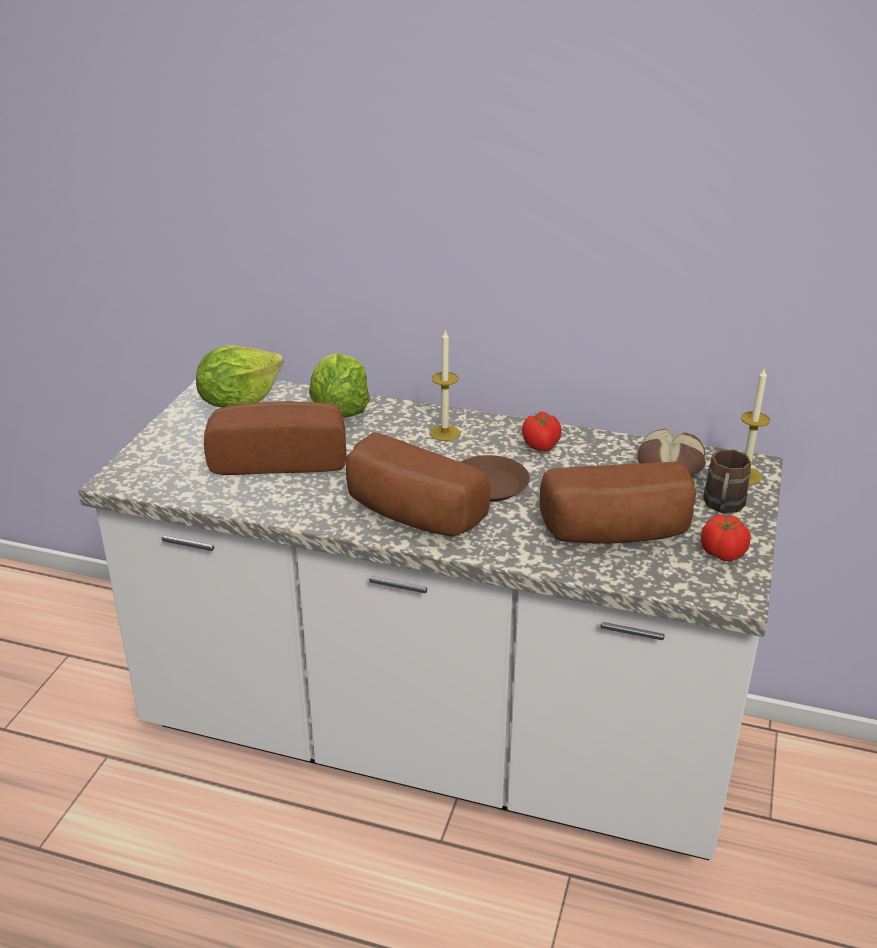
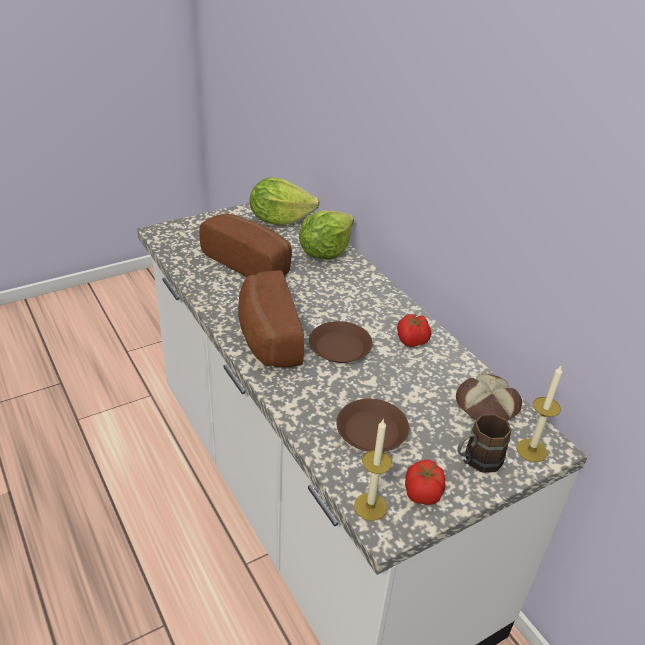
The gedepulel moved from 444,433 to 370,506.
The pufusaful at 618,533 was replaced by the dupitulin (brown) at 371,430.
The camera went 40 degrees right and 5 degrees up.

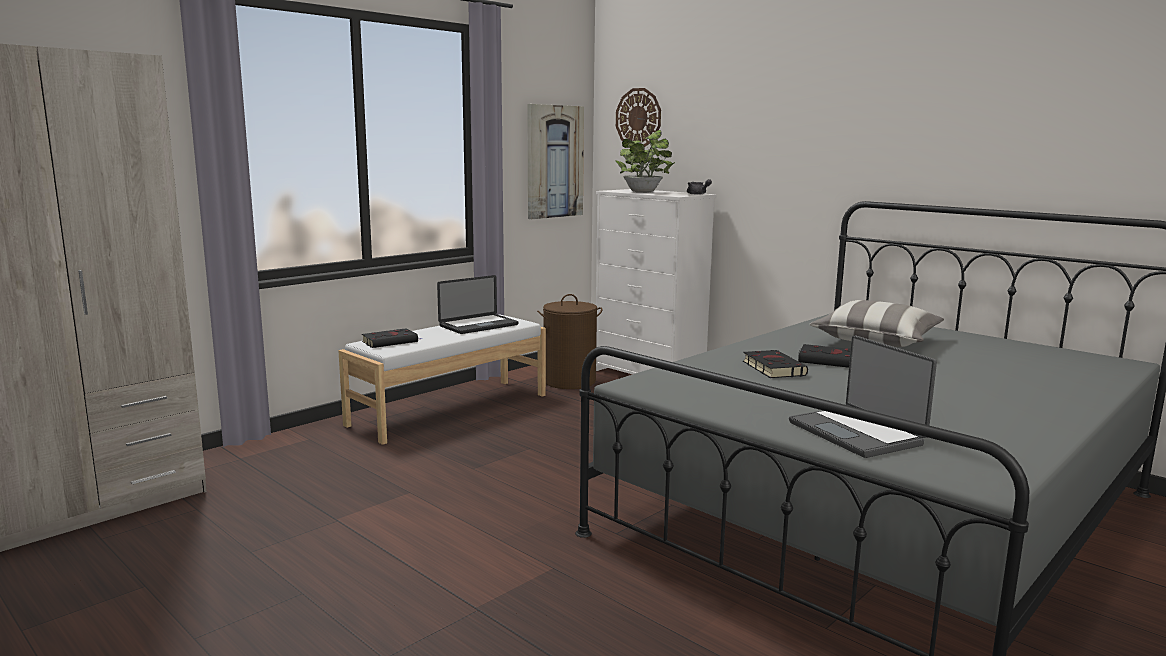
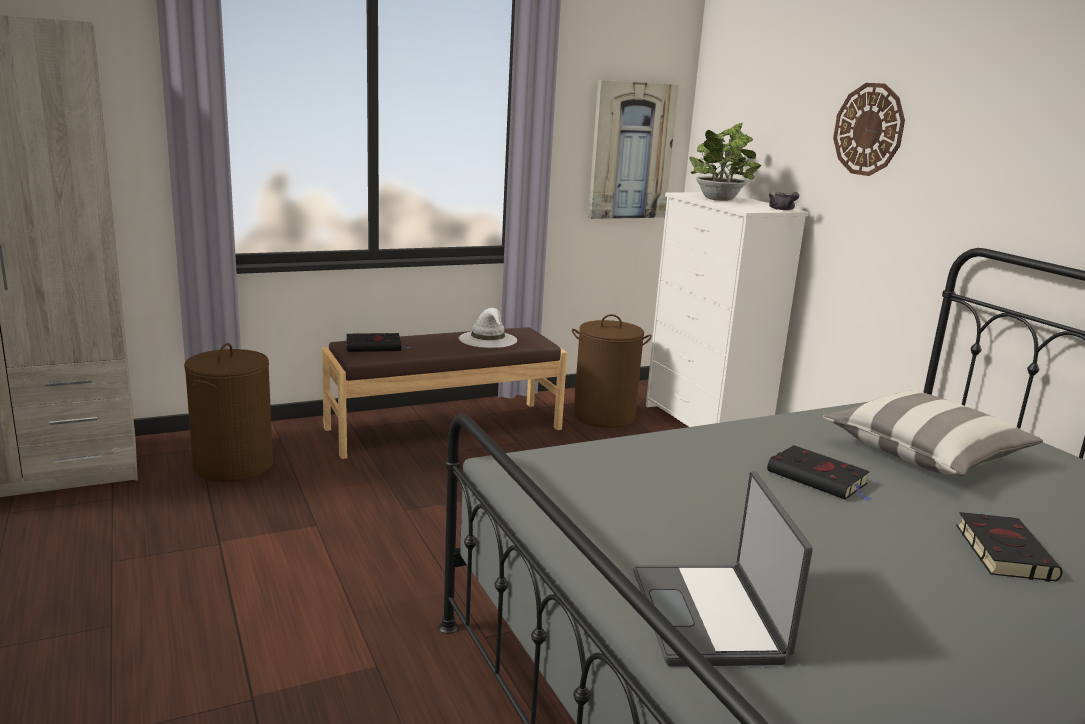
The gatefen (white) at 449,409 became the gatefen (brown) at 444,428.
The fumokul at 478,325 was replaced by the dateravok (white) at 488,339.
The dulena moved from 638,118 to 868,129.
The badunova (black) moved from 772,368 to 1002,551.
The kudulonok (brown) at 233,465 appeared.
The camera went 20 degrees right and 5 degrees up.

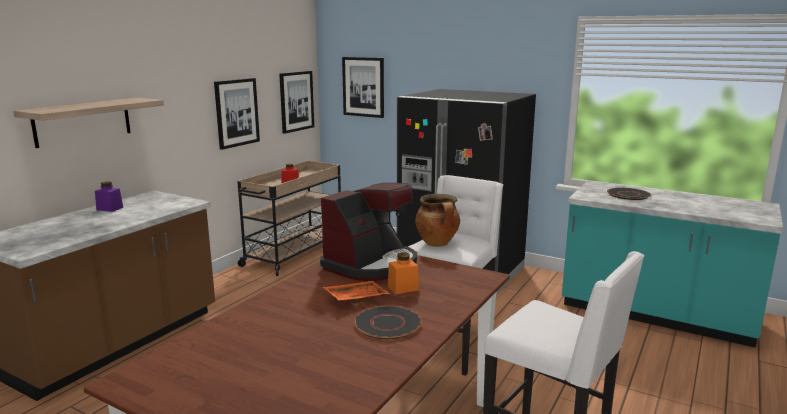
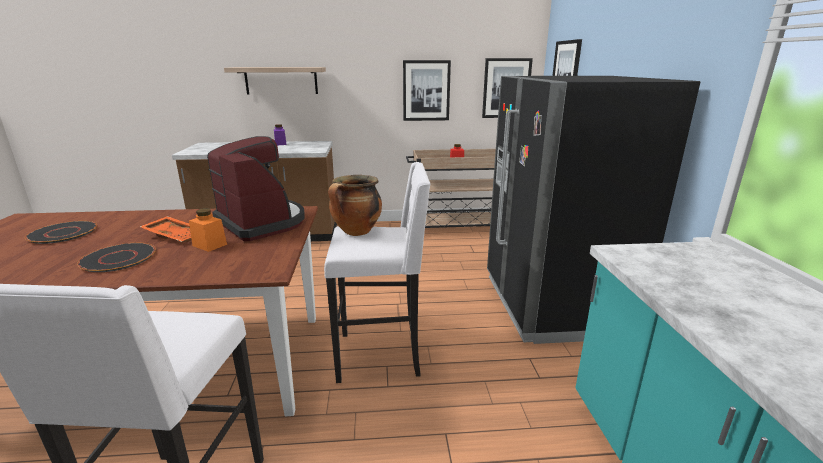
The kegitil at 371,264 turned 135 degrees counterclockwise.
The dupitulin (black) moved from 628,194 to 63,233.
The camera went 55 degrees right and 5 degrees up.

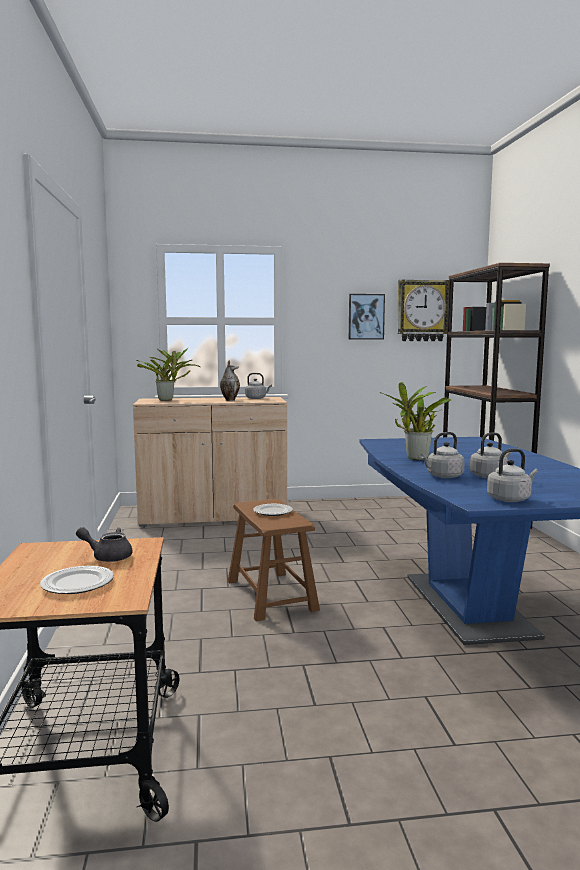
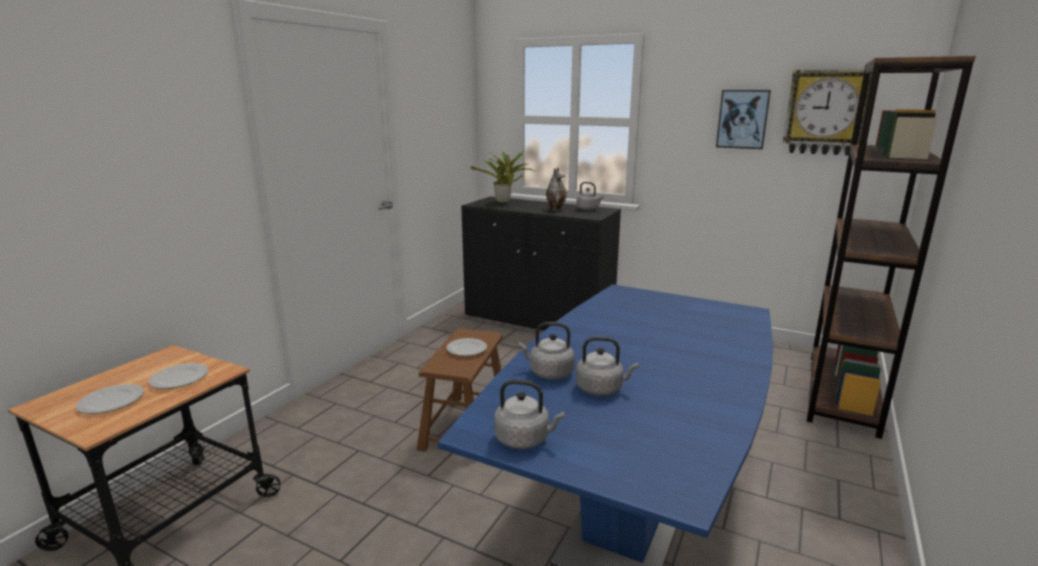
The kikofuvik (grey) at 108,556 was replaced by the dupitulin at 179,379.
The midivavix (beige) at 213,516 became the midivavix (black) at 538,320.
The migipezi at 415,459 disappeared.
The camera went 35 degrees right and 10 degrees up.

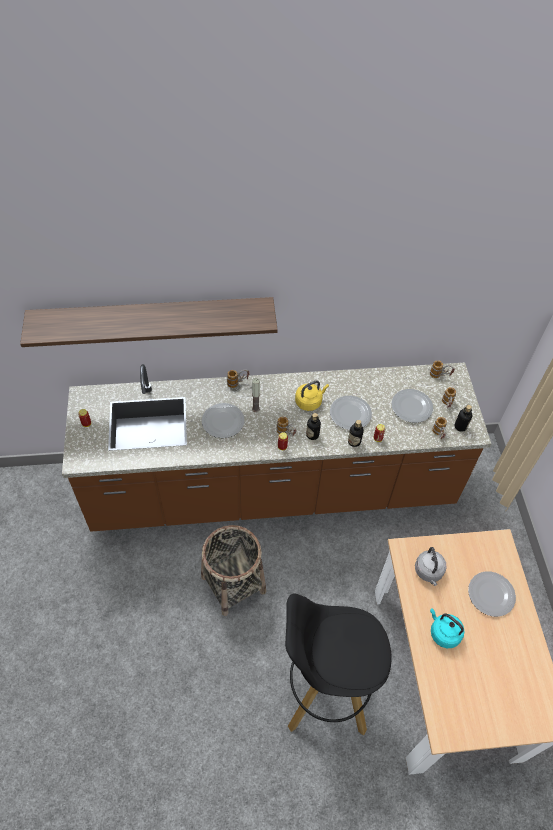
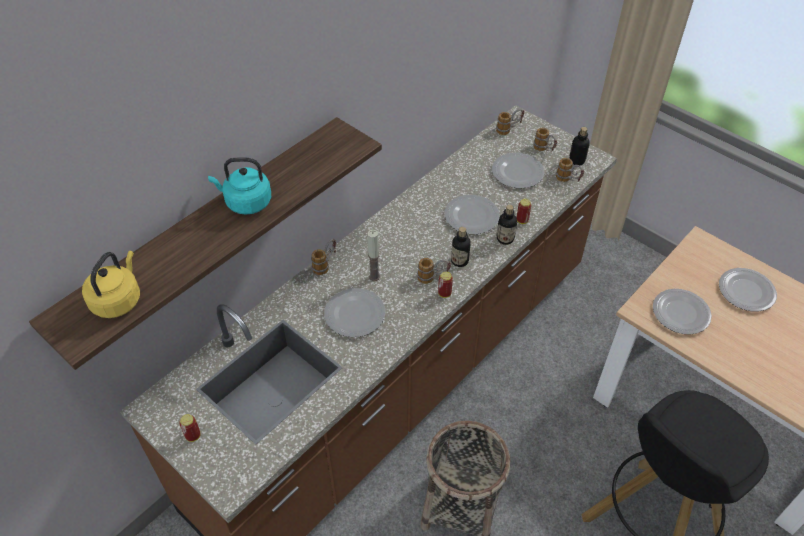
The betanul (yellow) moved from 309,402 to 118,300.
The betanul (grey) at 428,572 was replaced by the dupitulin at 681,313.
The betanul (turquoise) moved from 443,633 to 246,202.
The camera went 40 degrees left and 5 degrees down.

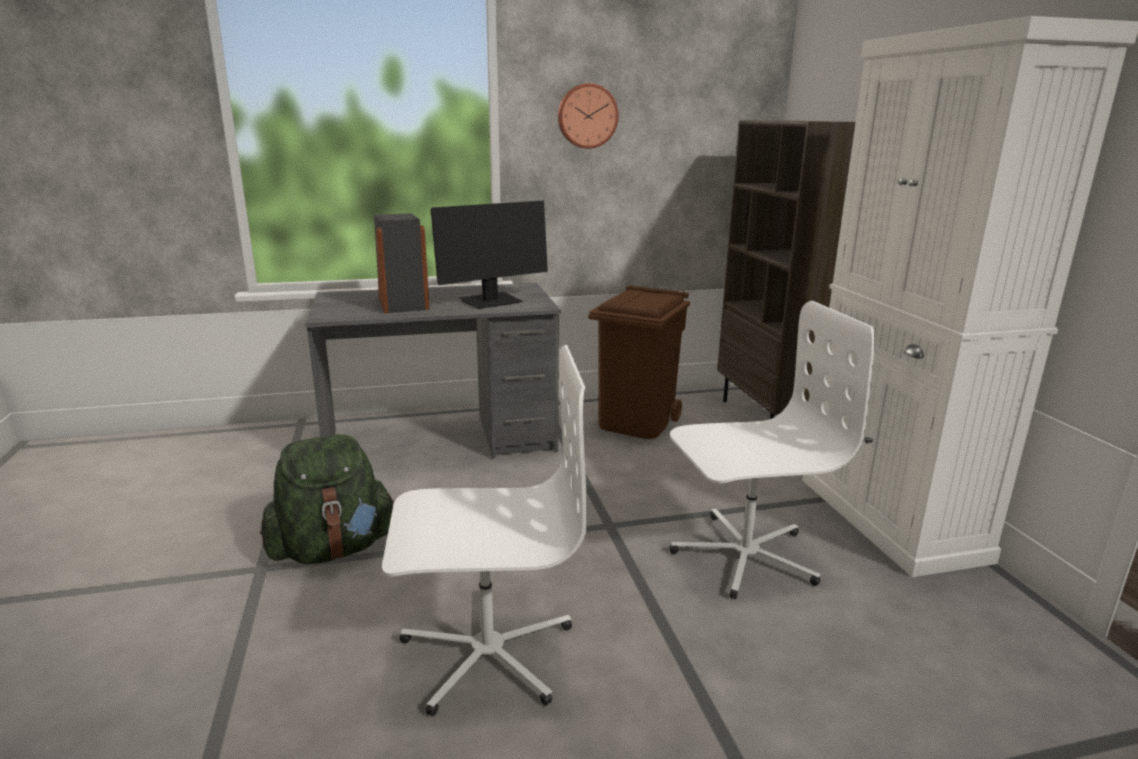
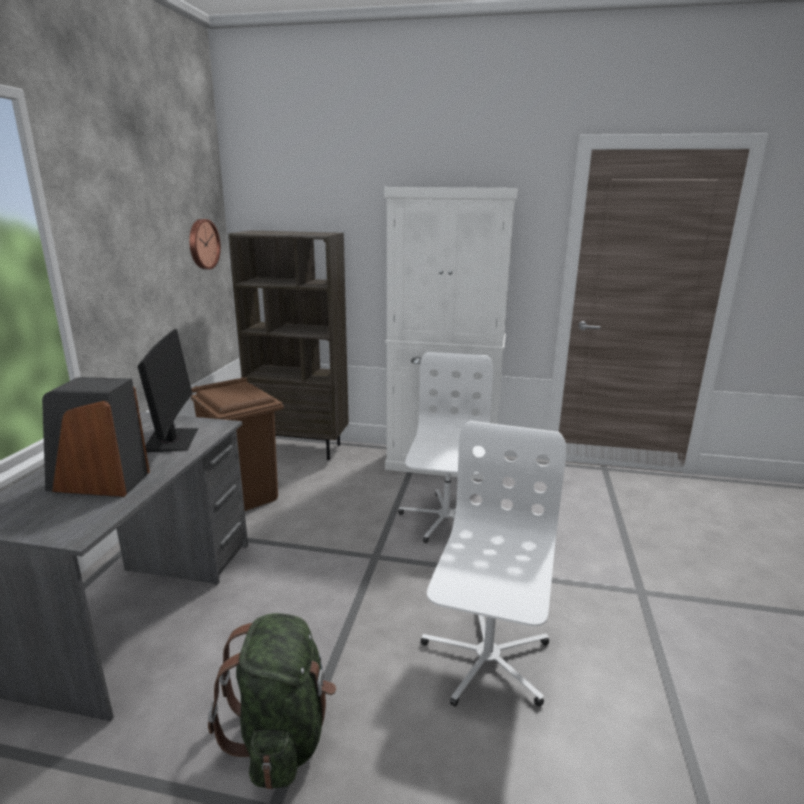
The dulena moved from 587,116 to 202,244.
The camera went 65 degrees left and 0 degrees up.

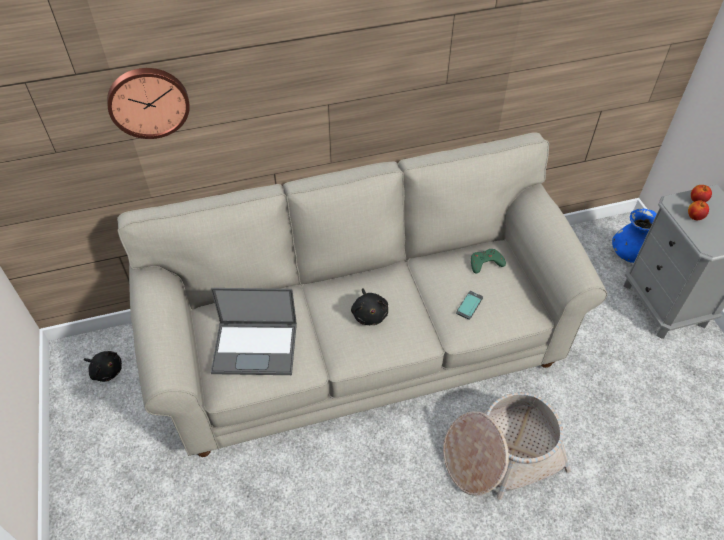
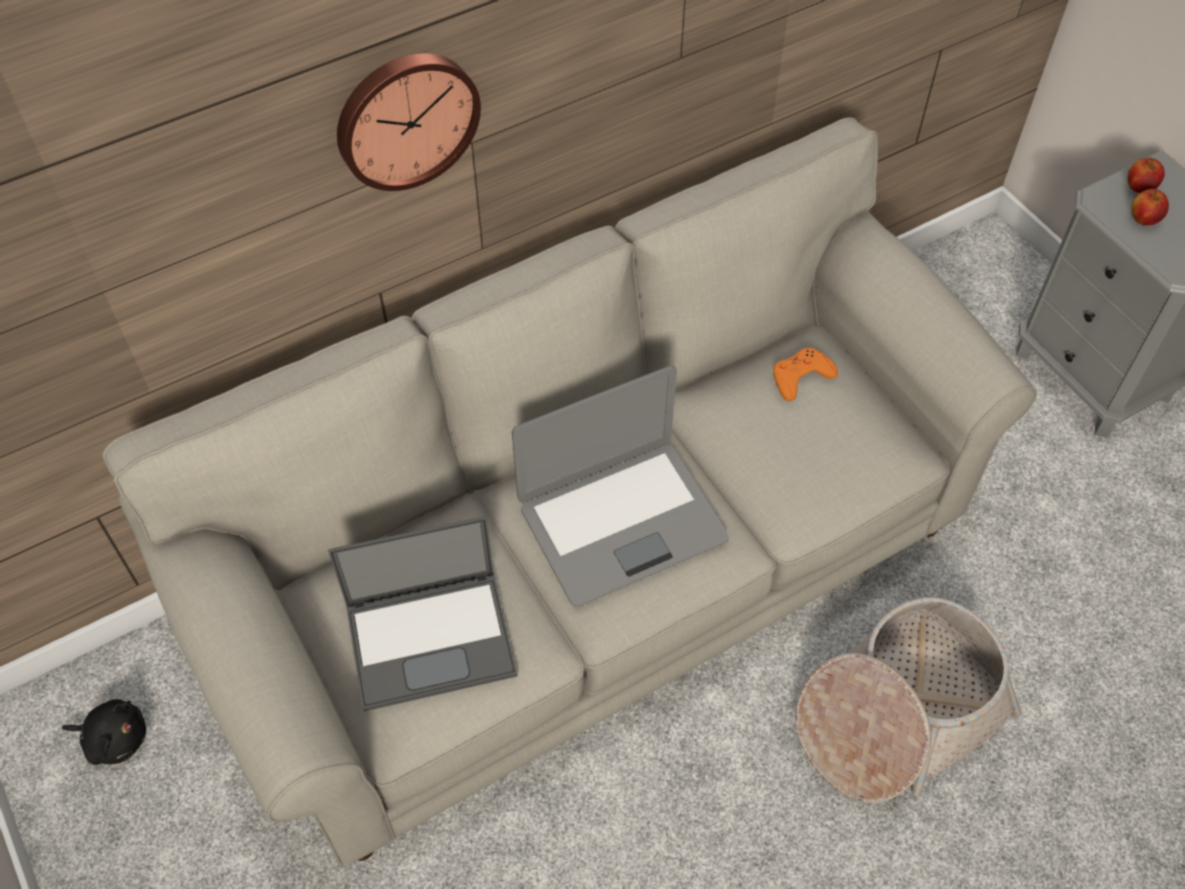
The dulena moved from 148,101 to 405,118.
The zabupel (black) at 369,314 was replaced by the fumokul at 621,522.
The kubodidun at 469,305 disappeared.
The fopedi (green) at 485,263 became the fopedi (orange) at 800,377.
The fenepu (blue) at 629,254 disappeared.
The camera went 15 degrees left and 5 degrees up.

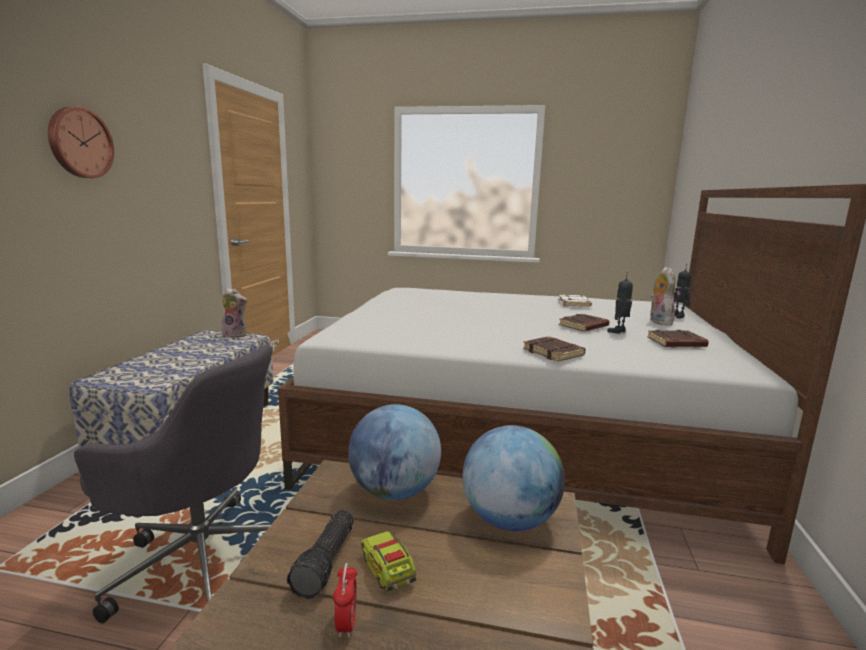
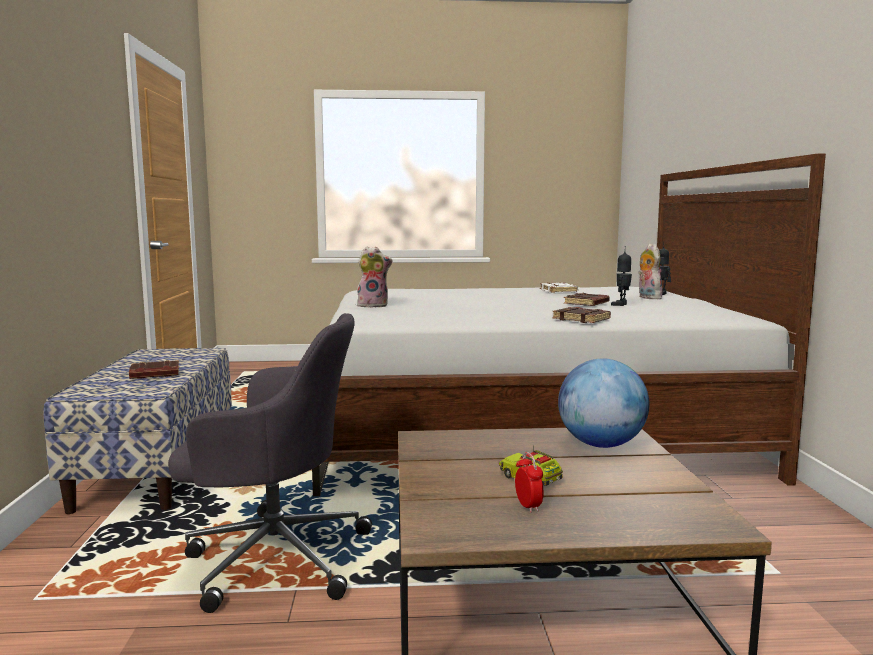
The dulena at 79,143 disappeared.
The zabupel moved from 236,335 to 373,306.
The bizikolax at 327,563 disappeared.
The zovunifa at 394,491 disappeared.
The badunova (brown) moved from 676,343 to 154,374.
The camera went 15 degrees left and 5 degrees down.

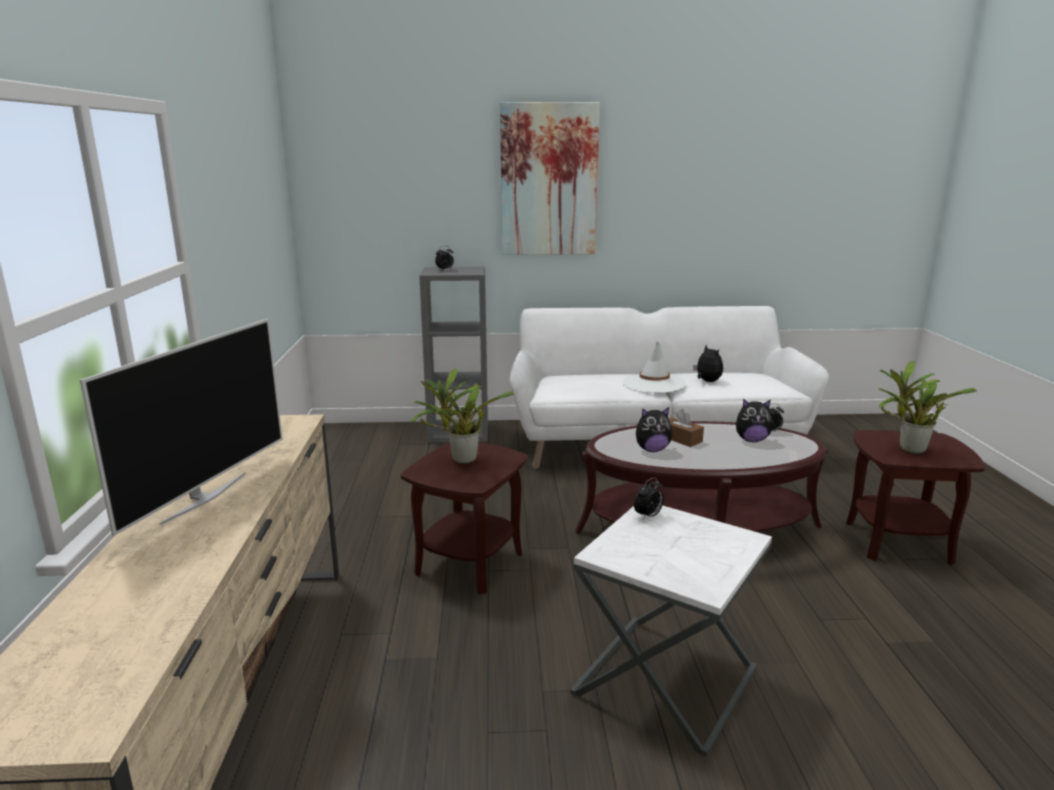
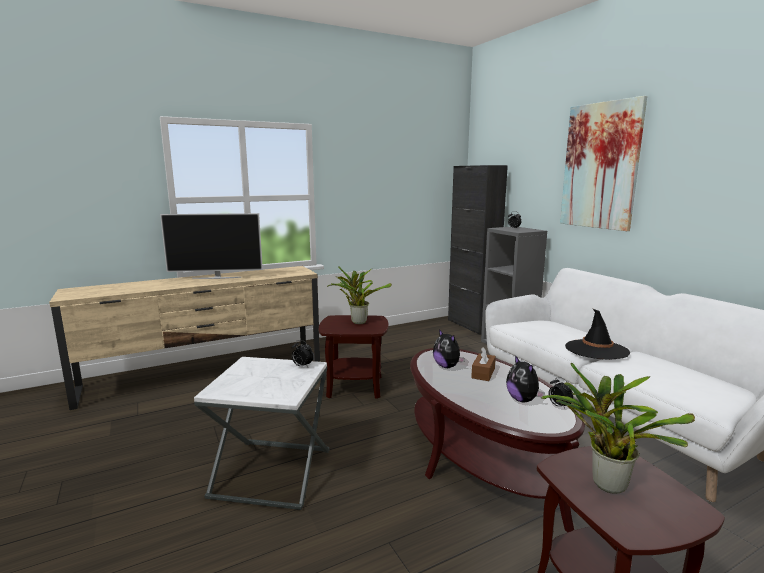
The dateravok (white) at 653,384 became the dateravok (black) at 596,350.
The zabupel at 707,381 disappeared.
The midivavix (black) at 471,325 appeared.
The camera went 65 degrees right and 5 degrees down.

